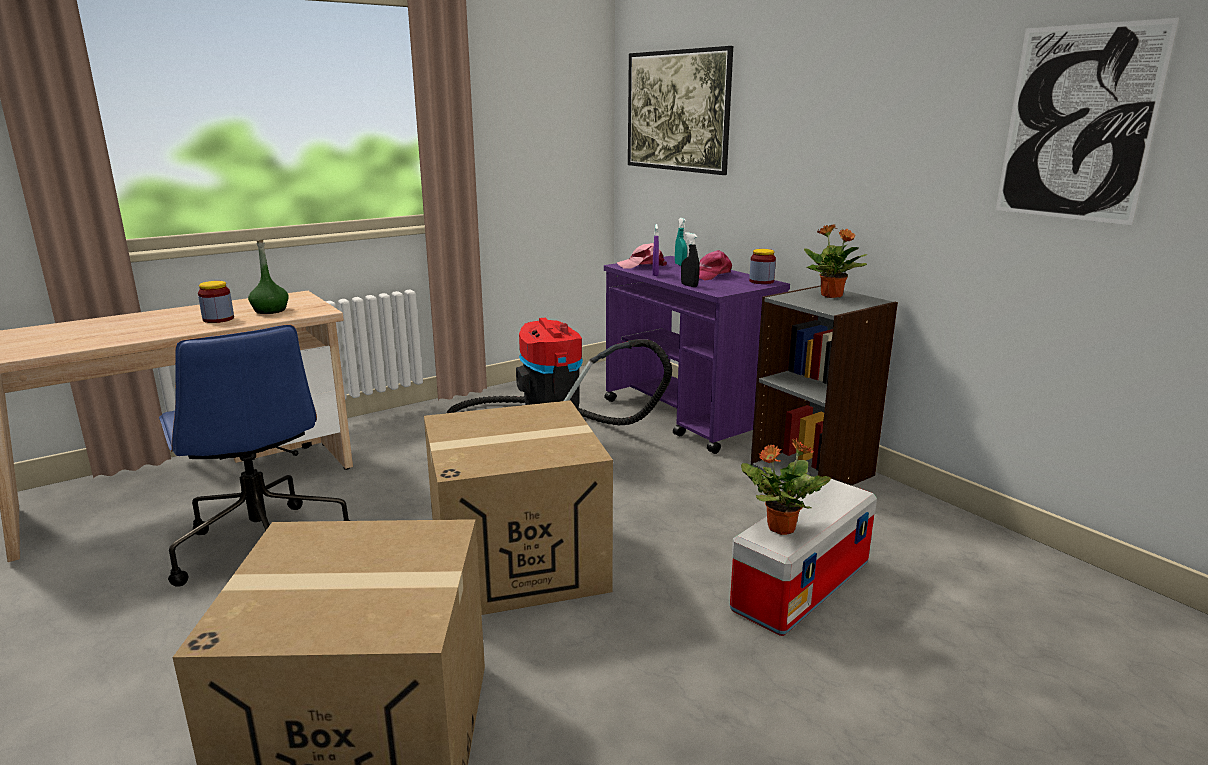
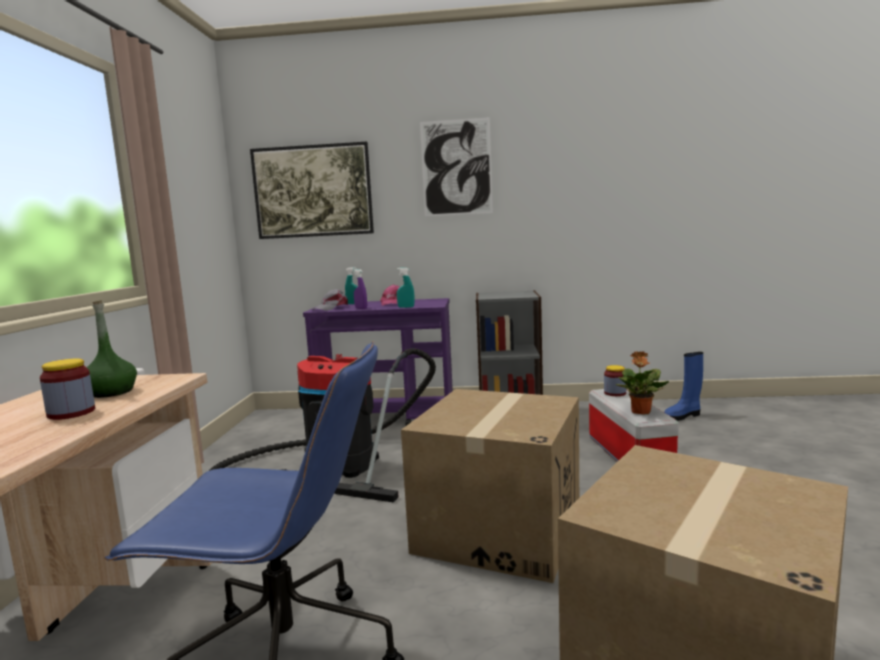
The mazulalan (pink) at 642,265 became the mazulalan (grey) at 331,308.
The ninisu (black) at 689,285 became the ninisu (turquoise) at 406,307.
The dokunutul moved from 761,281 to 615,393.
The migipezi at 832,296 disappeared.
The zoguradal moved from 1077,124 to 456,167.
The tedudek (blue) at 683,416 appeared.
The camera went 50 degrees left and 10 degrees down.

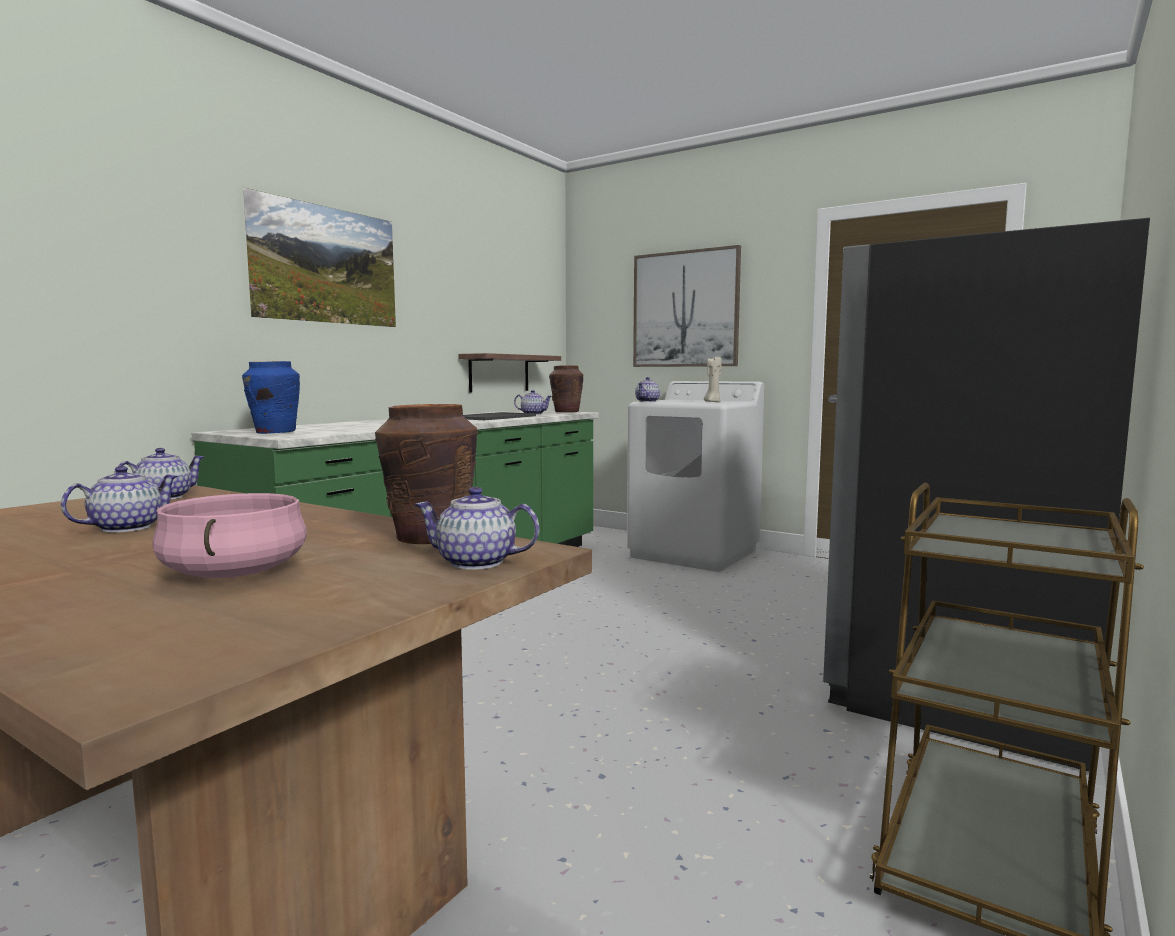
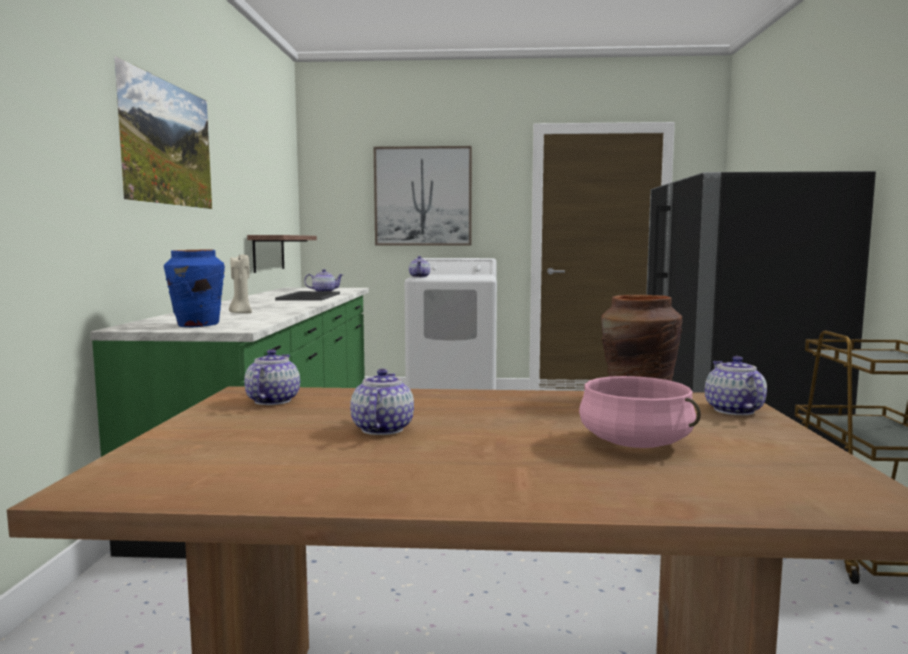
The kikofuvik at 477,563 turned 105 degrees clockwise.
The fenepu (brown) at 566,412 disappeared.
The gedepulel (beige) moved from 712,402 to 241,313.
The camera went 30 degrees left and 0 degrees up.

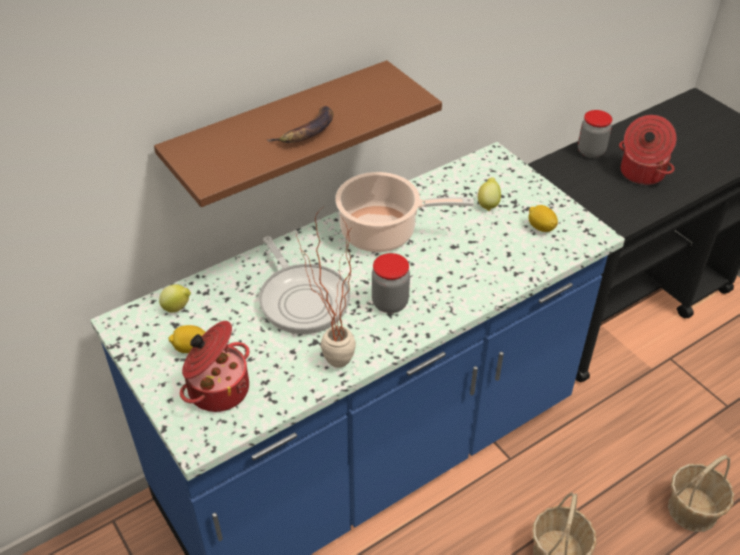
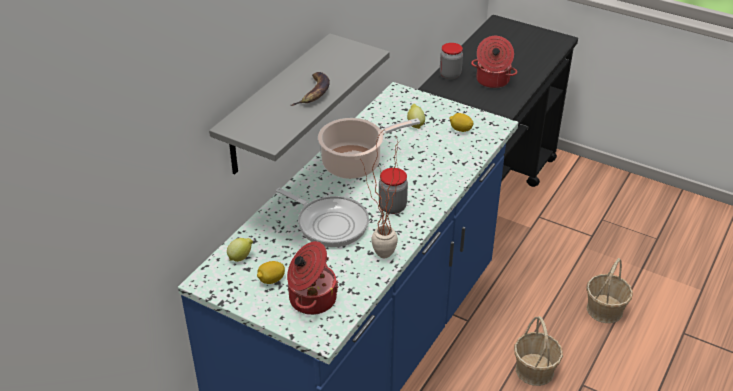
The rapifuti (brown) at 280,136 became the rapifuti (grey) at 275,106.
The camera went 25 degrees left and 5 degrees down.

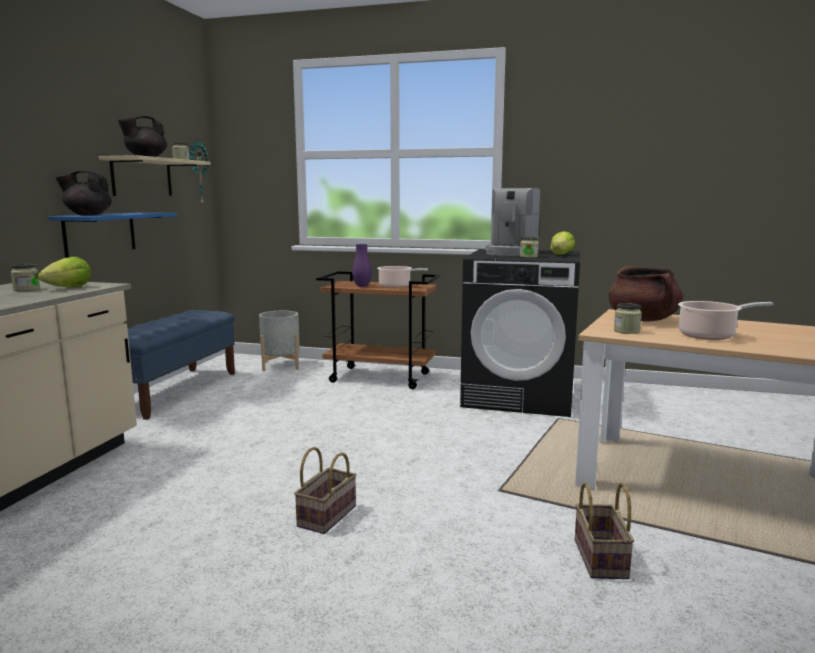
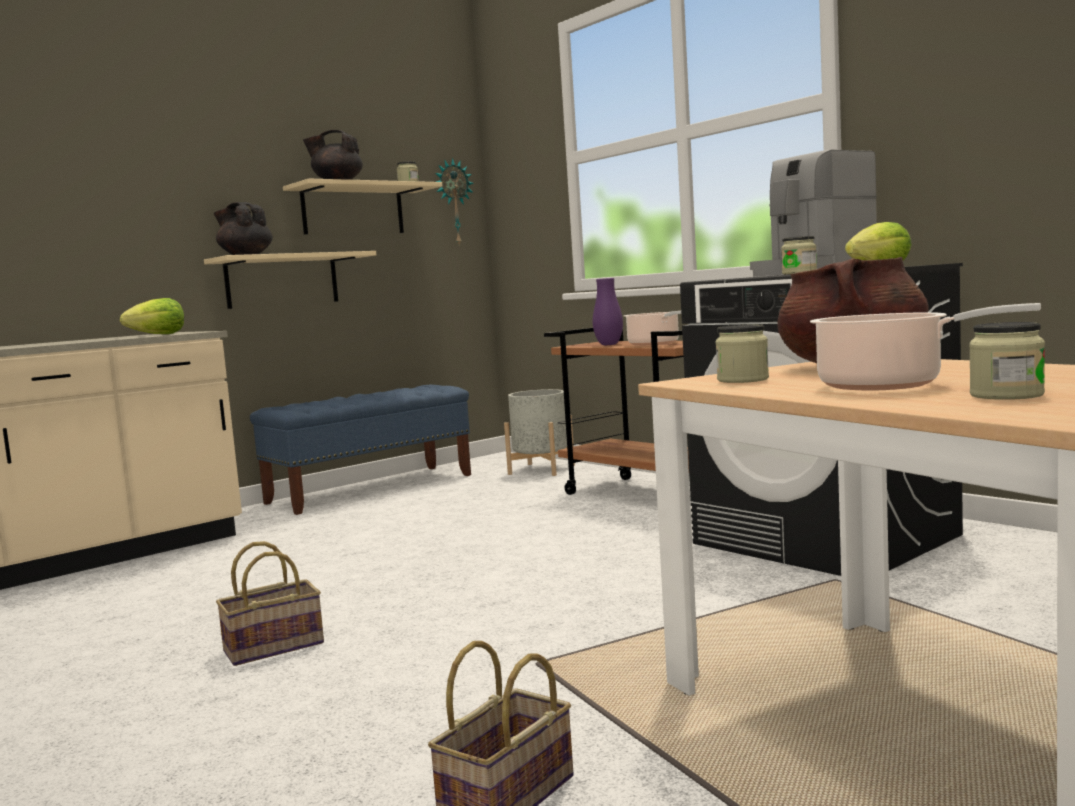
The dokunutul moved from 26,289 to 1006,395.
The rapifuti (blue) at 100,233 became the rapifuti (beige) at 282,281.
The camera went 35 degrees right and 5 degrees down.

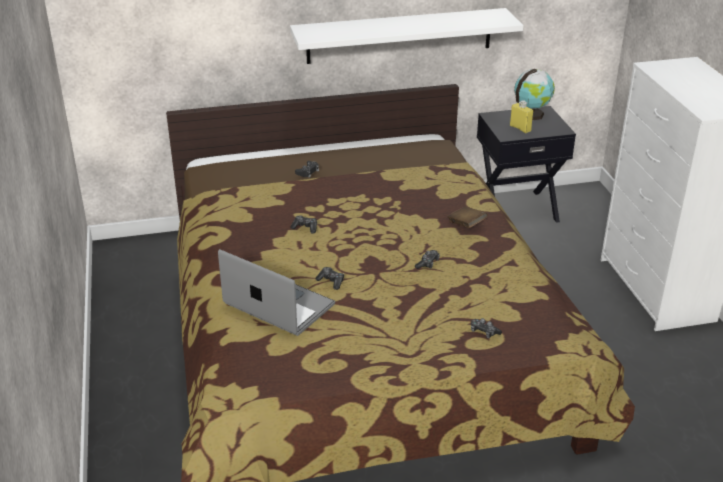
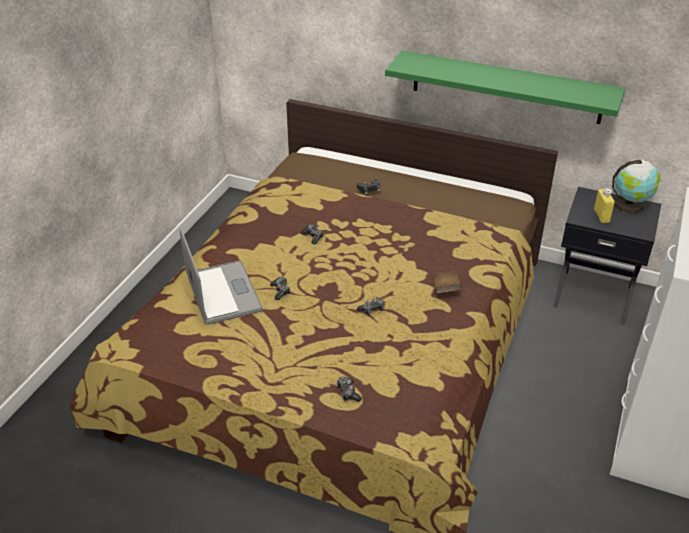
The rapifuti (white) at 399,36 became the rapifuti (green) at 506,87.
The camera went 35 degrees right and 5 degrees up.

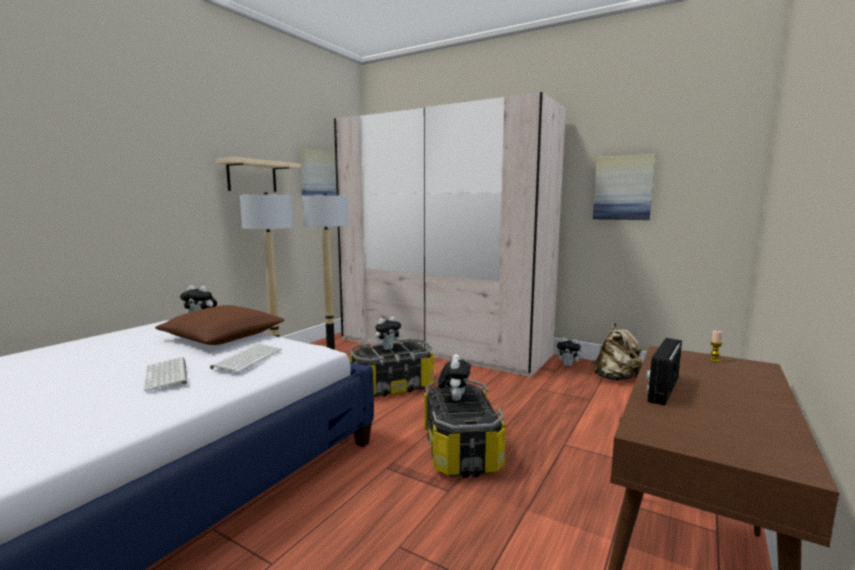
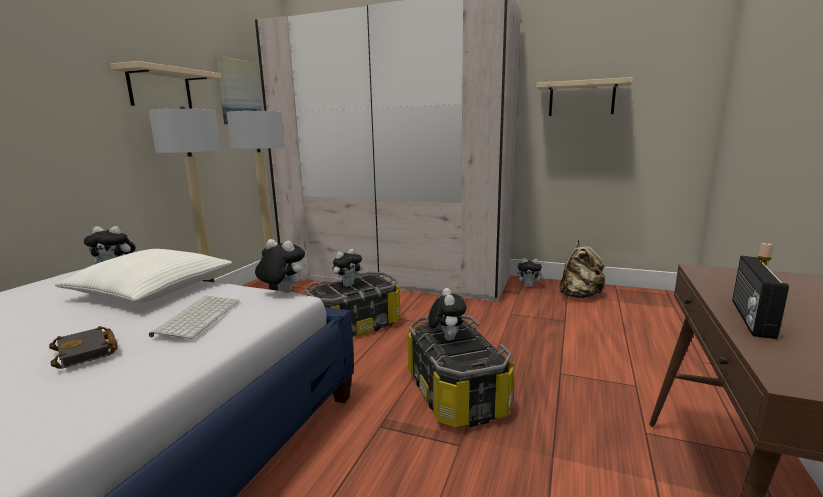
The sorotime at 167,374 was replaced by the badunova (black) at 88,352.
The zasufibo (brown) at 223,337 became the zasufibo (white) at 152,289.
The zoguradal at 623,188 was replaced by the rapifuti (beige) at 581,99.
The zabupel at 282,292 appeared.
The camera went 10 degrees left and 5 degrees up.

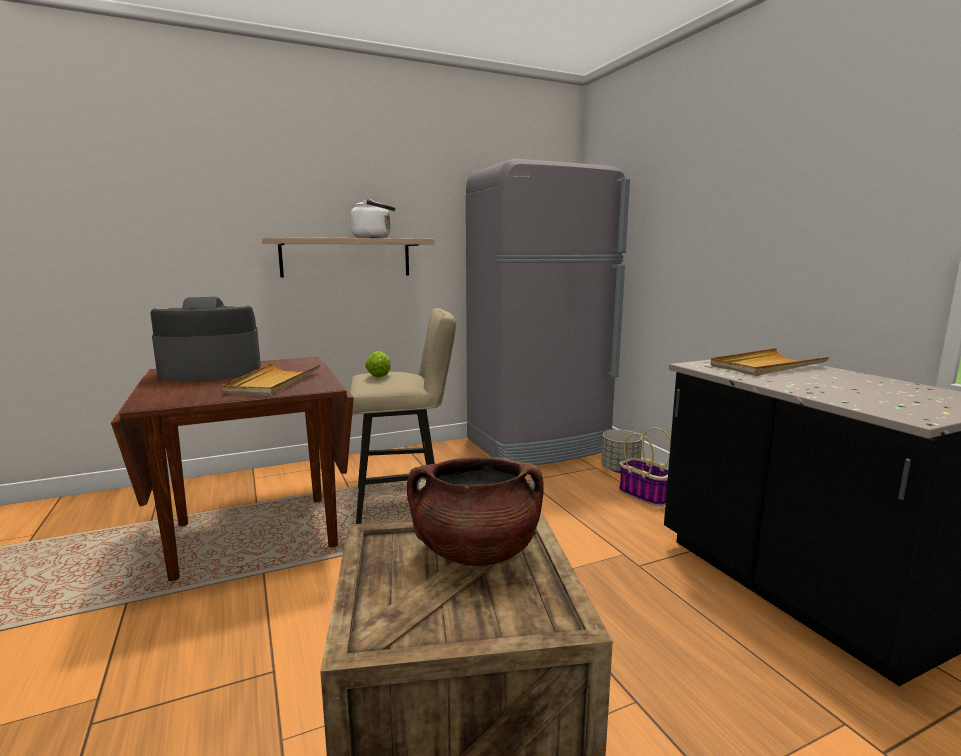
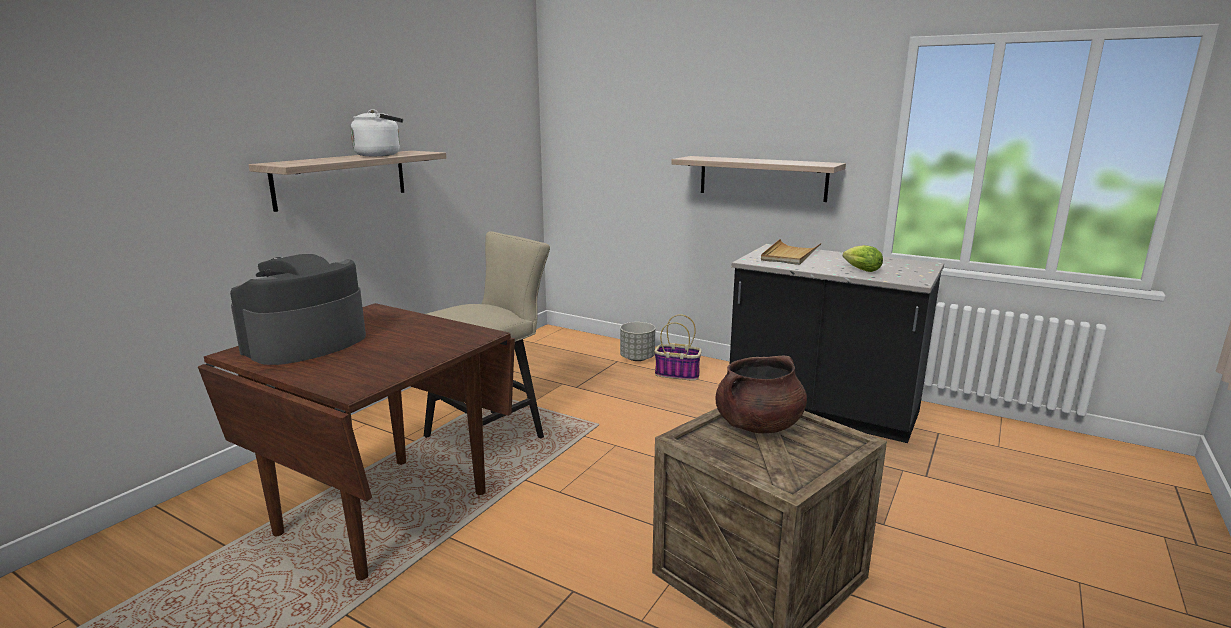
The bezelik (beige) at 273,383 disappeared.
The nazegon moved from 379,375 to 860,270.
The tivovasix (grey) at 539,445 disappeared.
The rapifuti at 762,178 appeared.
The camera went 35 degrees left and 5 degrees up.

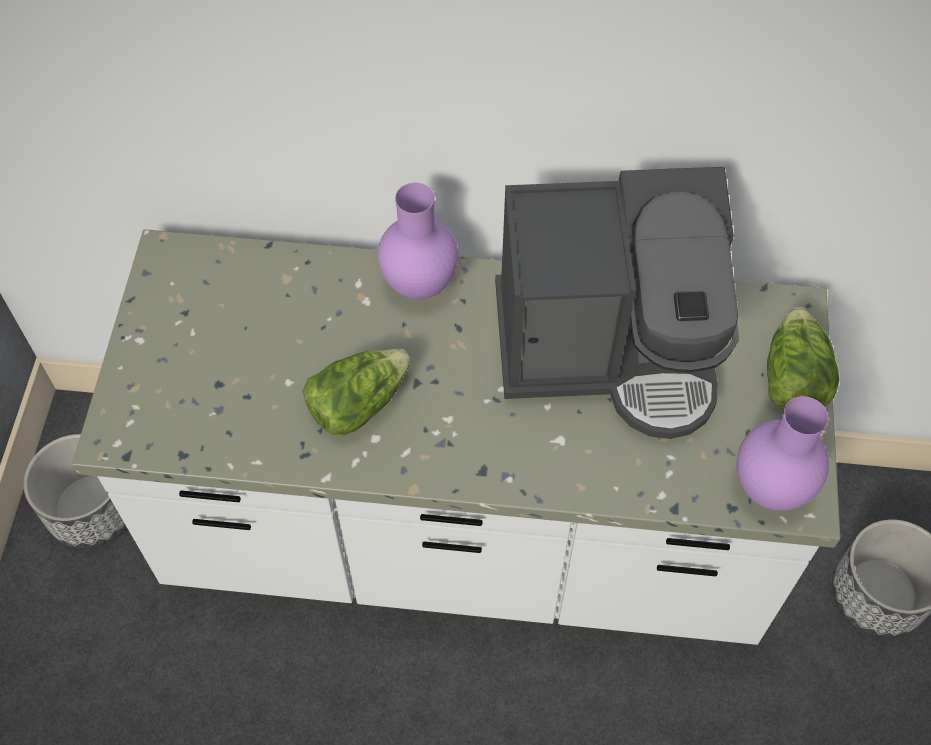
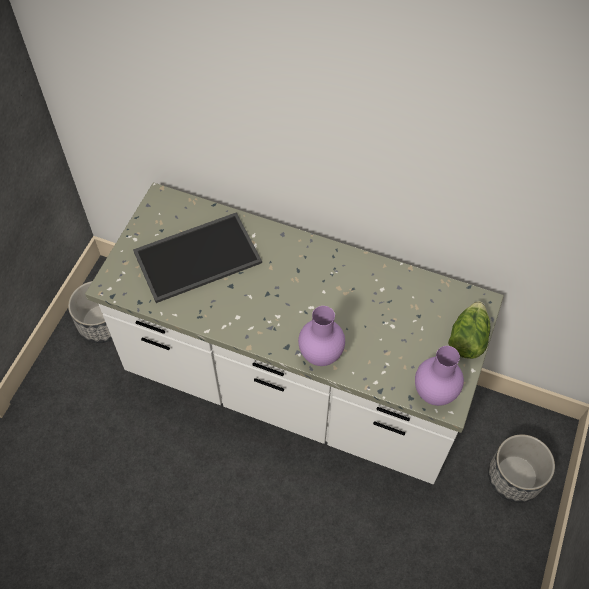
The nazegon at 357,403 disappeared.
The fenepu (purple) moved from 421,285 to 321,355.
The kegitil at 609,349 disappeared.
The bezelik at 198,255 appeared.
The camera went 15 degrees right and 0 degrees up.

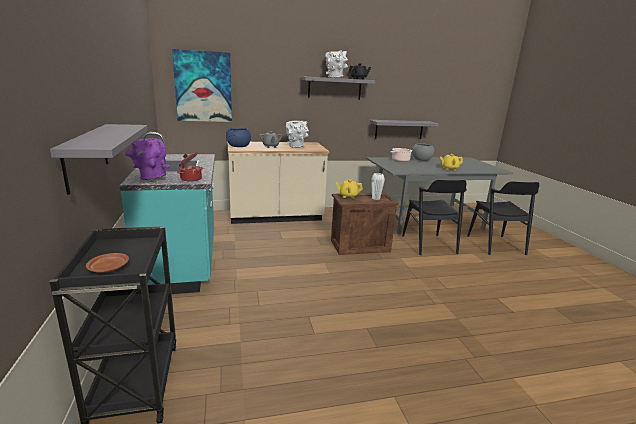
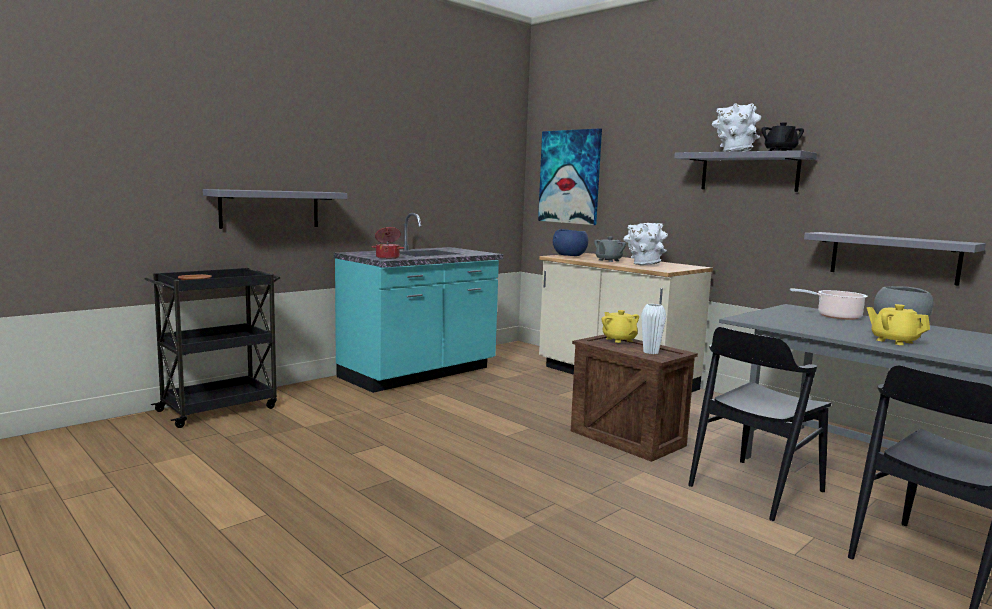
The fenepu (purple) at 149,178 disappeared.
The camera went 60 degrees right and 10 degrees down.

